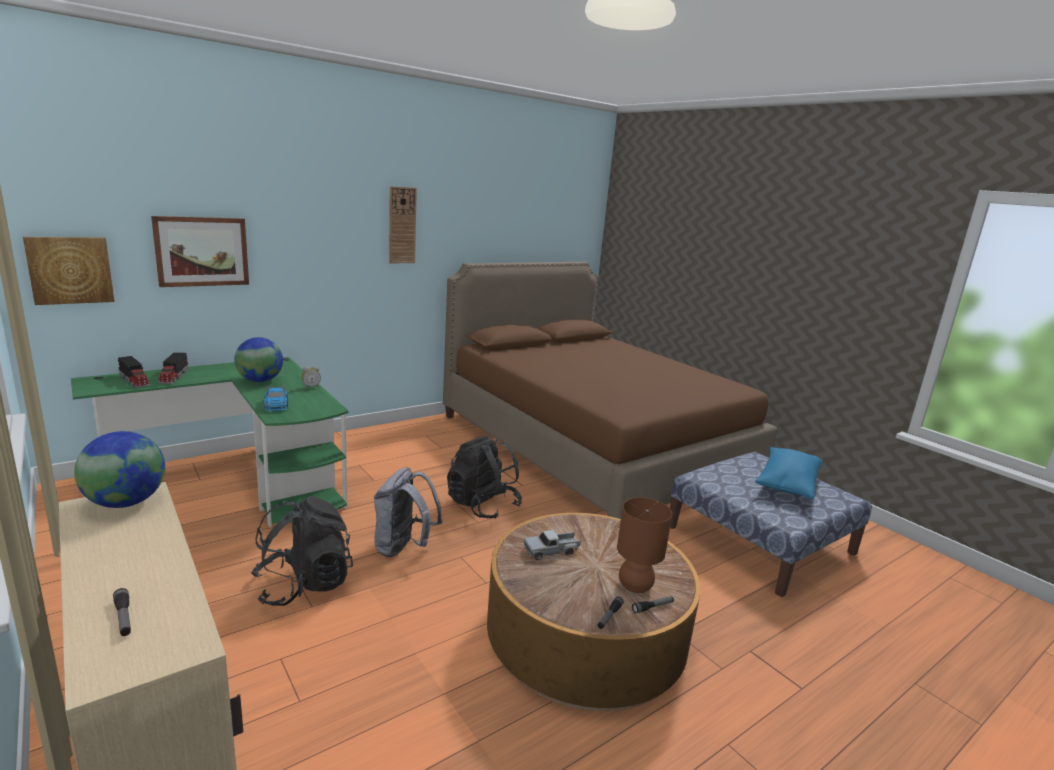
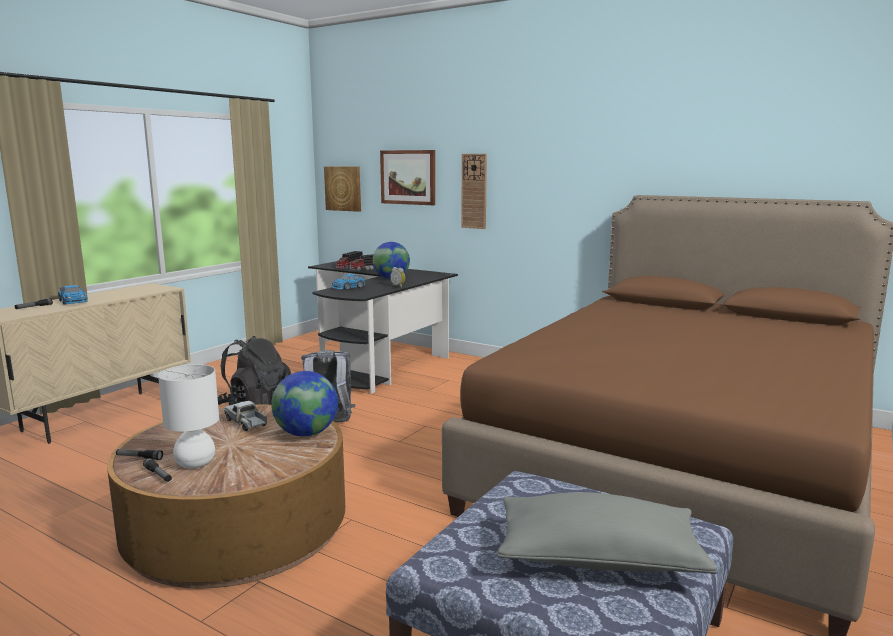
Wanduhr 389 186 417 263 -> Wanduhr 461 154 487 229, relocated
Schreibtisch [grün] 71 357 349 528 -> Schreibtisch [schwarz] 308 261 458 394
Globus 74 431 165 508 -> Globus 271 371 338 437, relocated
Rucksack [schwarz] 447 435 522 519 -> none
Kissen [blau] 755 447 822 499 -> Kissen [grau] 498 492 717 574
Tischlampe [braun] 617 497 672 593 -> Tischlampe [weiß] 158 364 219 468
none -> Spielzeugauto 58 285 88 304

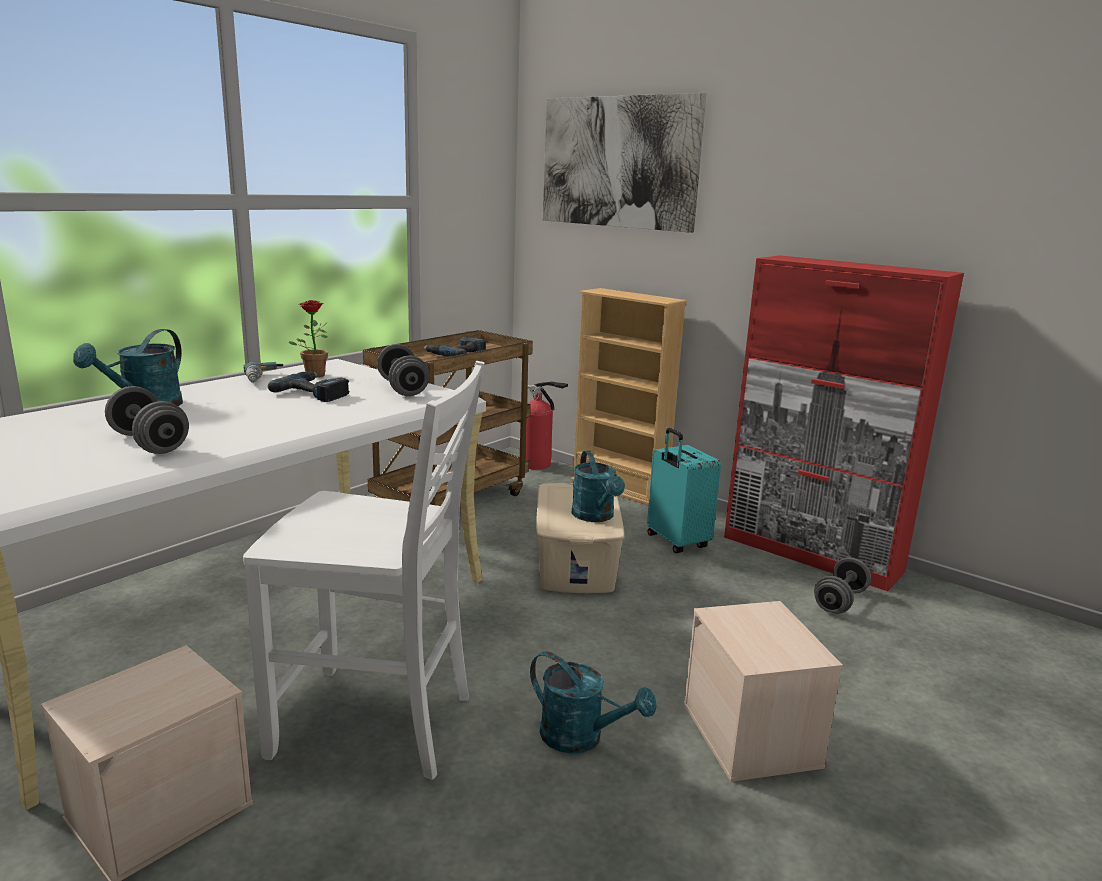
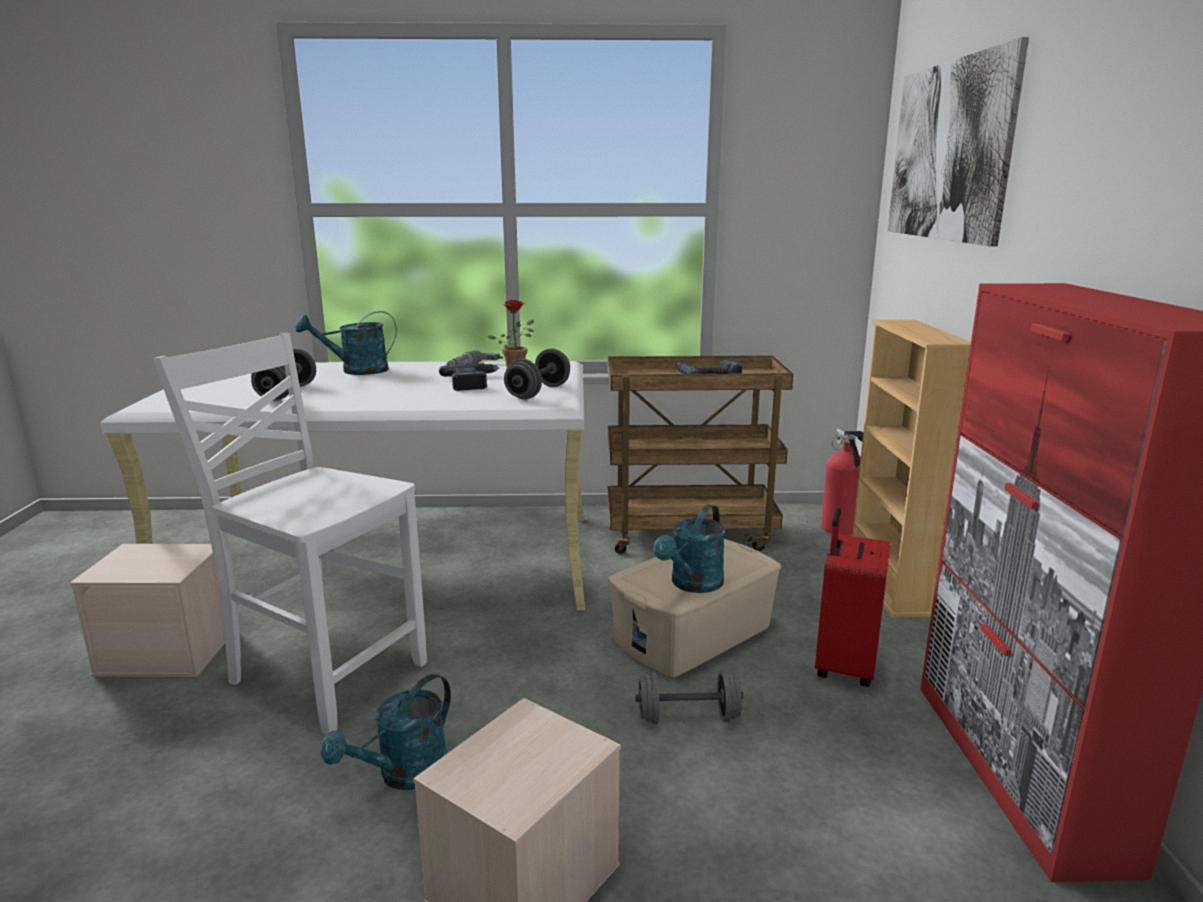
Stuhl [weiß] 243 361 484 780 -> Stuhl [weiß] 153 333 427 735, 150 degrees clockwise
Koffer [türkis] 647 428 721 553 -> Koffer [rot] 815 508 891 687
Hantel [grau] 814 557 871 614 -> Hantel [grau] 635 670 743 724, relocated
Gießkanne [türkis] 530 651 657 754 -> Gießkanne [türkis] 321 674 451 790, 45 degrees clockwise

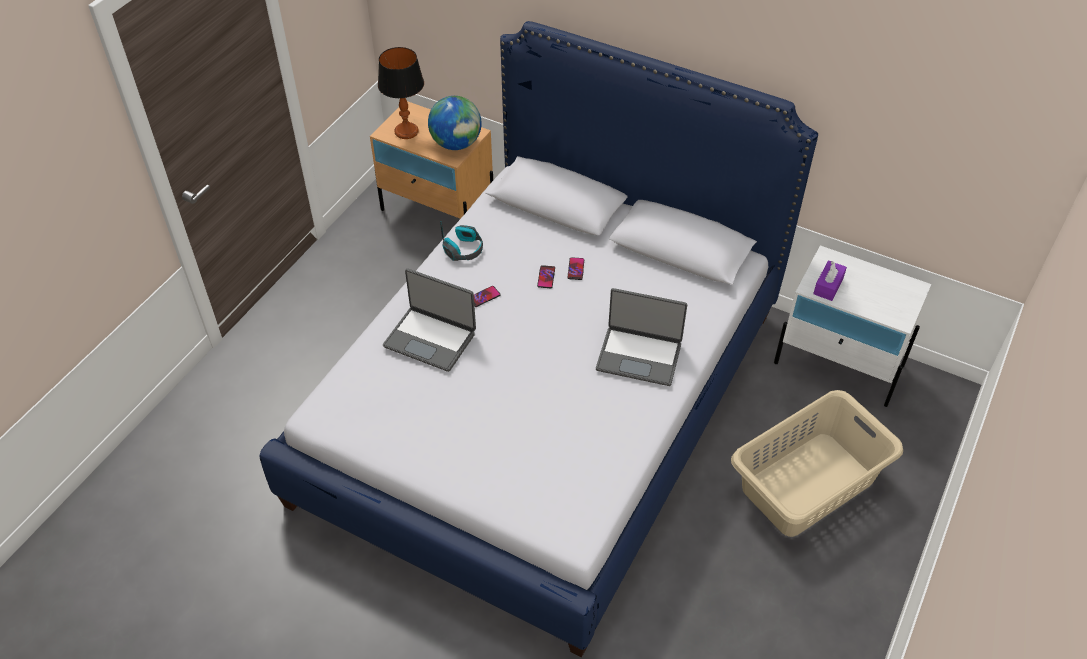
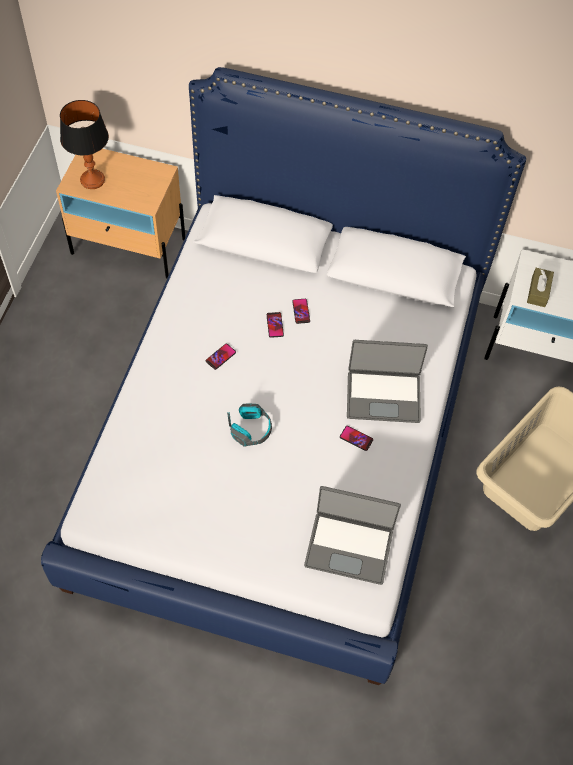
Globus 428 96 482 150 -> none
Kopfhörer 440 221 483 261 -> Kopfhörer 227 404 272 447, relocated
Taschentuchbox [lila] 813 260 847 301 -> Taschentuchbox [braun] 527 268 554 307
Laptop 383 268 476 372 -> Laptop 304 486 401 585, relocated
none -> Handy 340 426 373 451

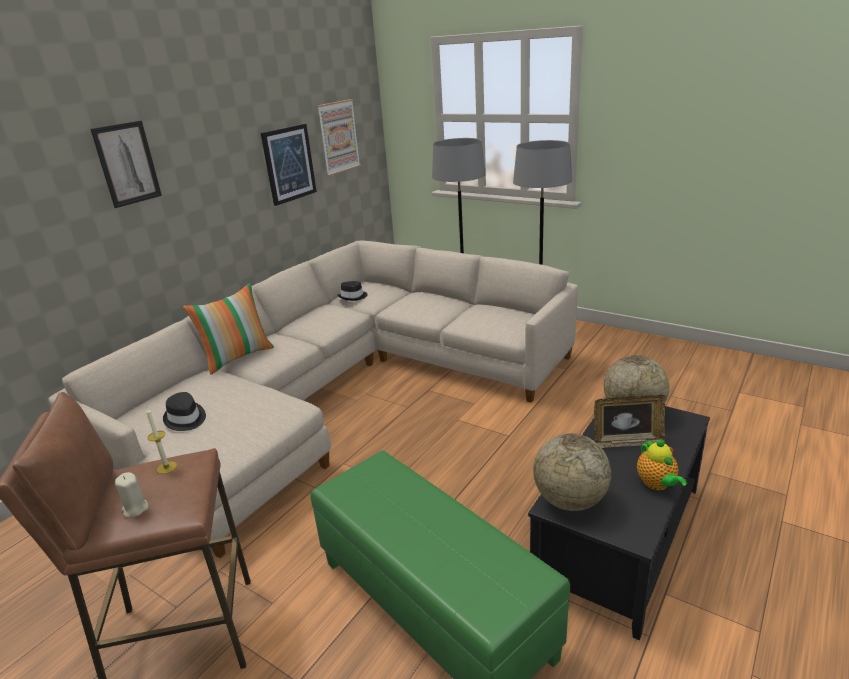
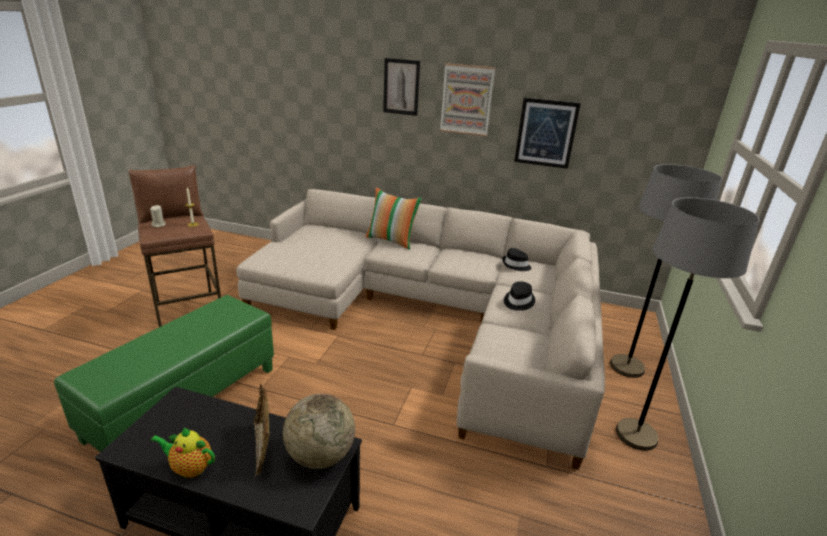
Bild 317 99 361 176 -> Bild 440 63 495 136, relocated
Hut [schwarz] 163 392 206 431 -> Hut [schwarz] 504 281 535 311, relocated
Globus 533 433 611 511 -> none
Teekanne 637 439 688 490 -> Teekanne 151 427 215 478, 45 degrees clockwise

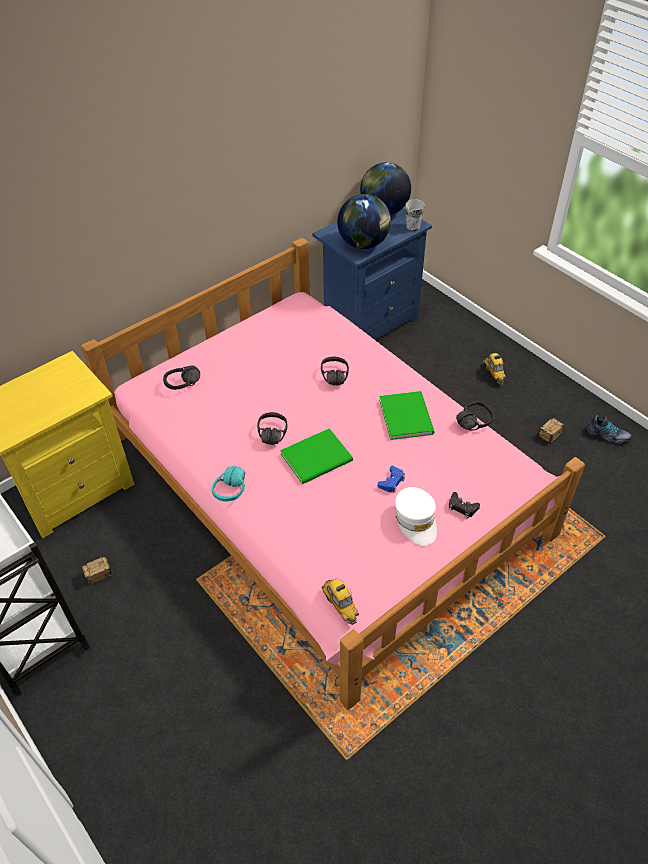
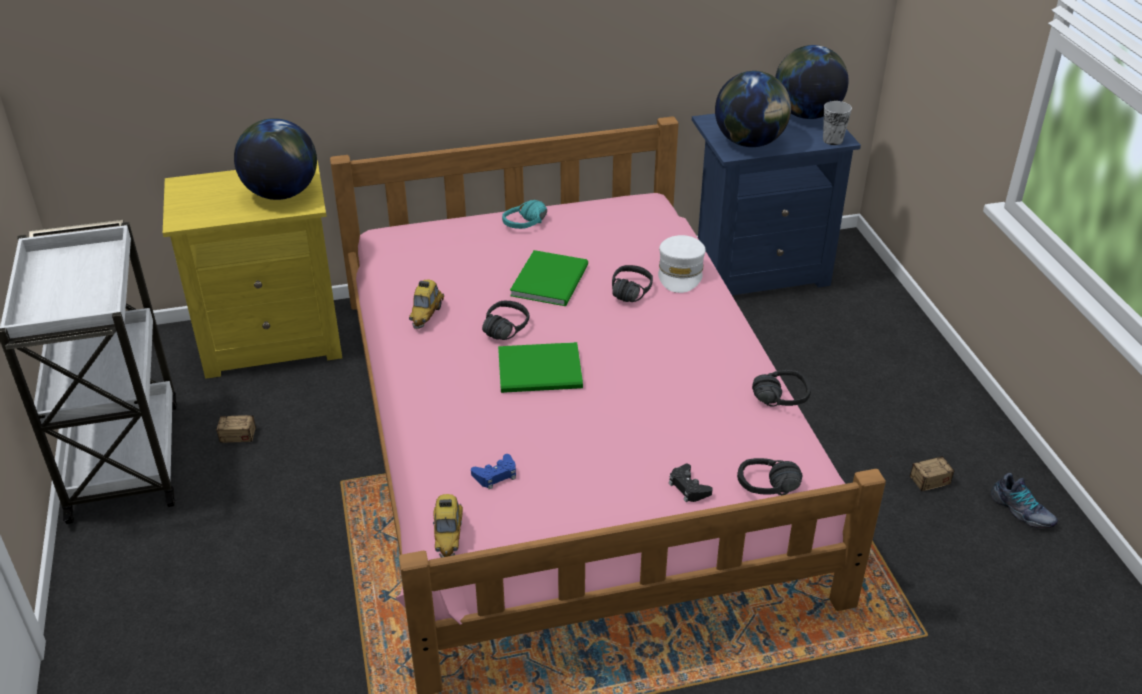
Spielzeugauto 483 353 506 384 -> Spielzeugauto 409 280 444 329, relocated
Kopfhörer [schwarz] 163 365 200 390 -> Kopfhörer [schwarz] 737 458 803 495, relocated
Buch [grün] 379 391 434 440 -> Buch [grün] 510 250 588 306, relocated
Kopfhörer [türkis] 211 466 245 502 -> Kopfhörer [türkis] 502 200 547 229, relocated
Gamepad [blau] 378 466 405 493 -> Gamepad [blau] 471 454 516 489, relocated
Kappe [weiß] 395 487 437 546 -> Kappe [weiß] 658 235 706 293, relocated
none -> Globus 234 118 317 200

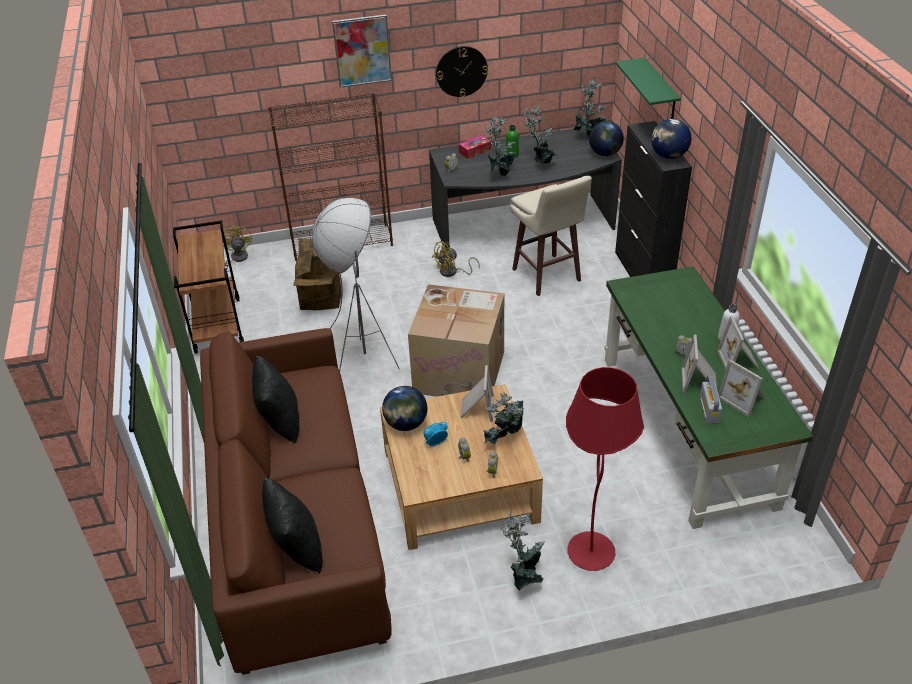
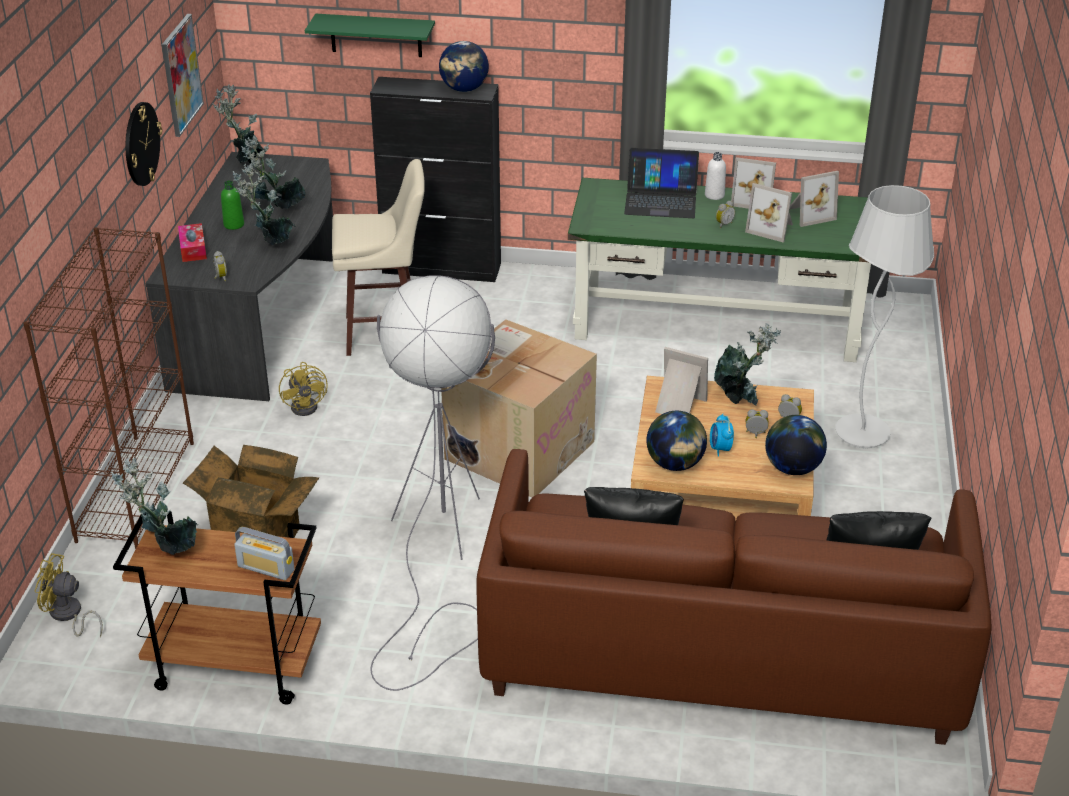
Bild 332 14 392 88 -> Bild 162 14 204 137, relocated
Globus 589 121 624 156 -> Globus 765 415 827 475, relocated
Stehlampe [rot] 566 367 644 571 -> Stehlampe [weiß] 835 185 934 448
Radio 700 376 722 424 -> Radio 234 527 294 580, relocated
Topfpflanze 501 512 545 591 -> Topfpflanze 111 458 198 555, relocated
none -> Laptop 624 148 699 218

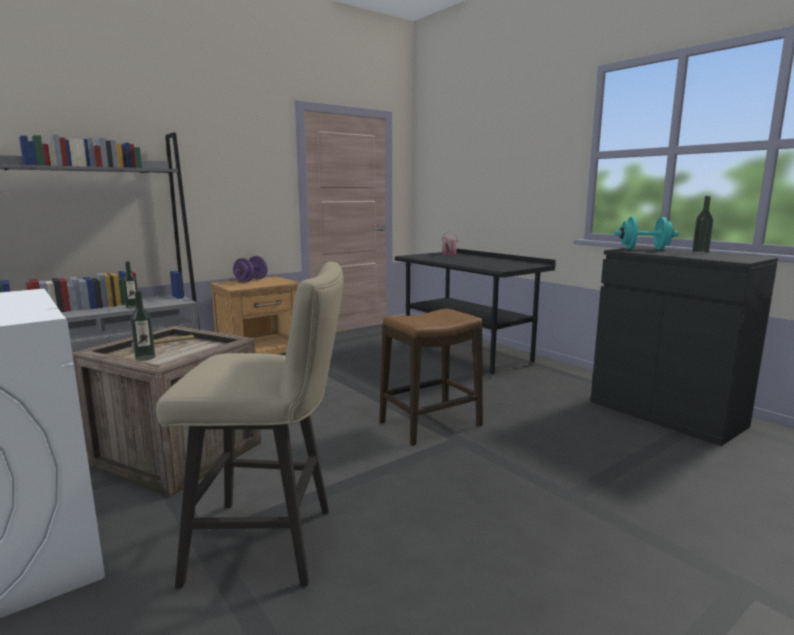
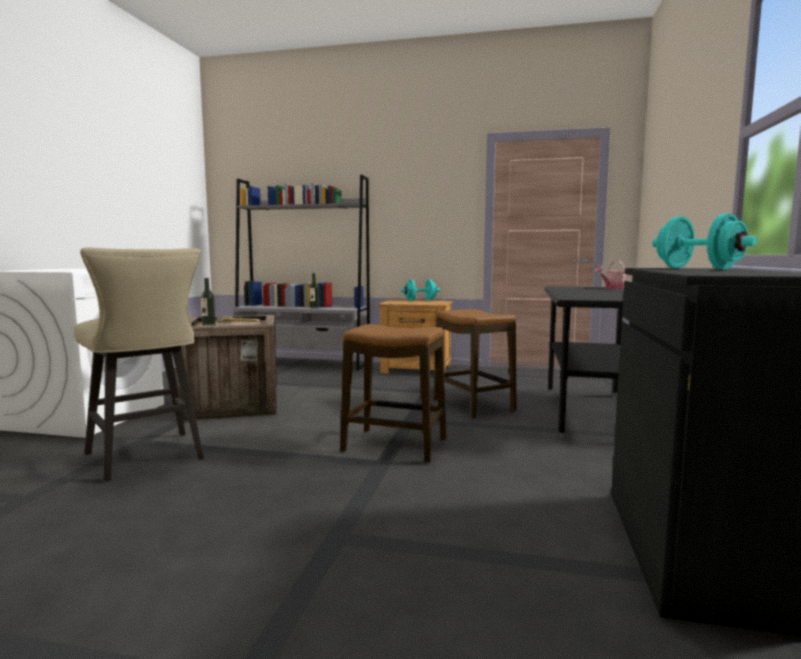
Flasche 692 196 714 254 -> none
Hantel [lila] 233 256 268 282 -> Hantel [türkis] 401 279 440 301
none -> Hocker 433 309 517 419

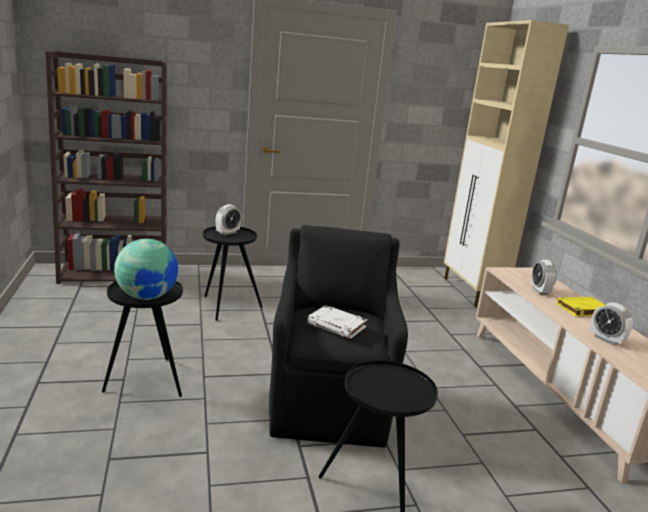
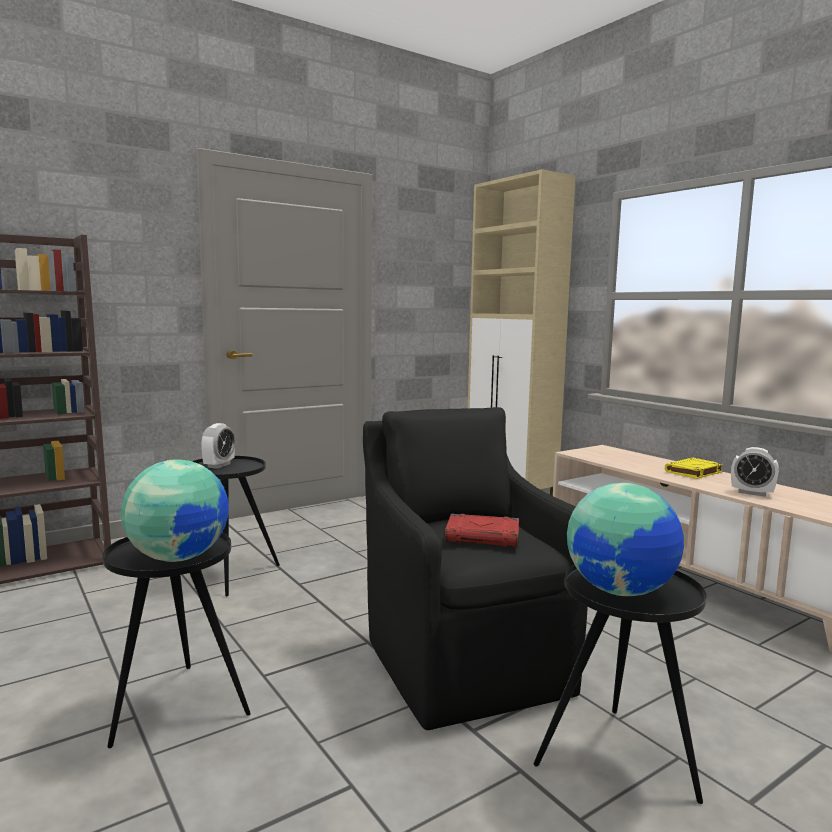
Wecker 531 260 557 295 -> none
Buch [weiß] 307 305 367 339 -> Buch [rot] 445 514 519 547
none -> Globus 567 483 684 596

